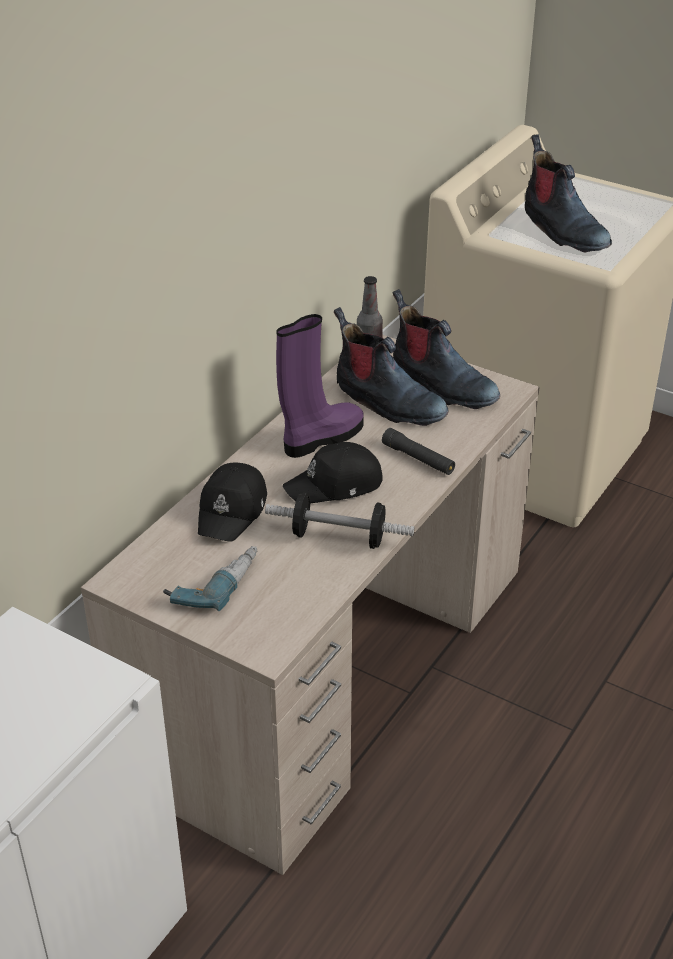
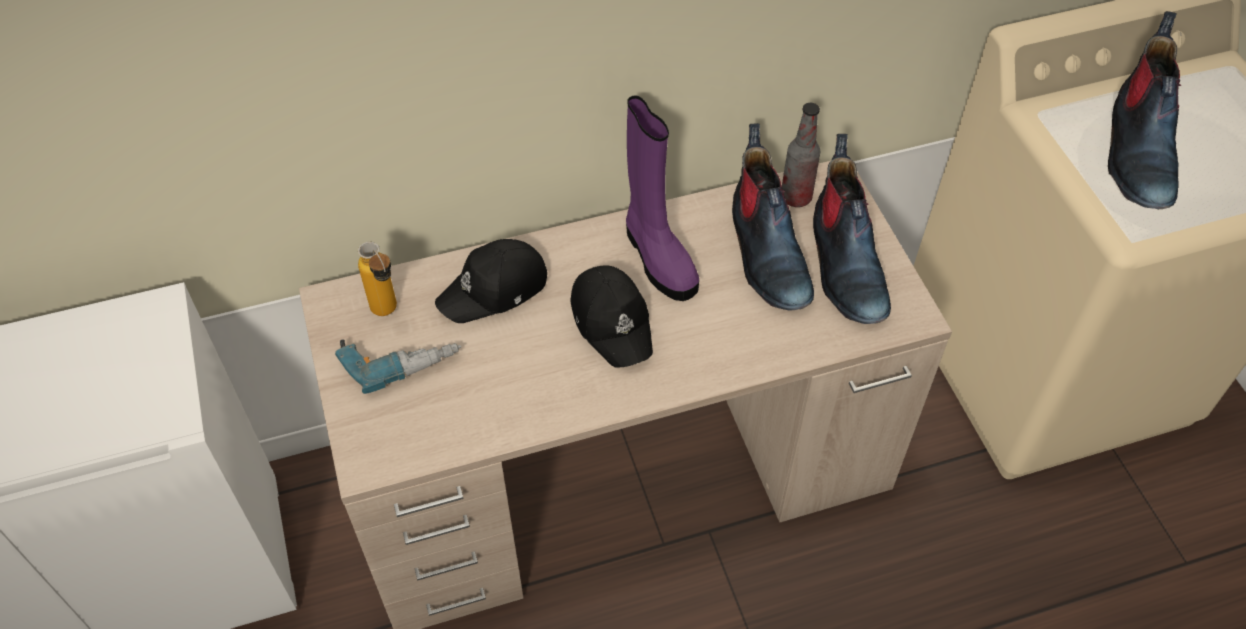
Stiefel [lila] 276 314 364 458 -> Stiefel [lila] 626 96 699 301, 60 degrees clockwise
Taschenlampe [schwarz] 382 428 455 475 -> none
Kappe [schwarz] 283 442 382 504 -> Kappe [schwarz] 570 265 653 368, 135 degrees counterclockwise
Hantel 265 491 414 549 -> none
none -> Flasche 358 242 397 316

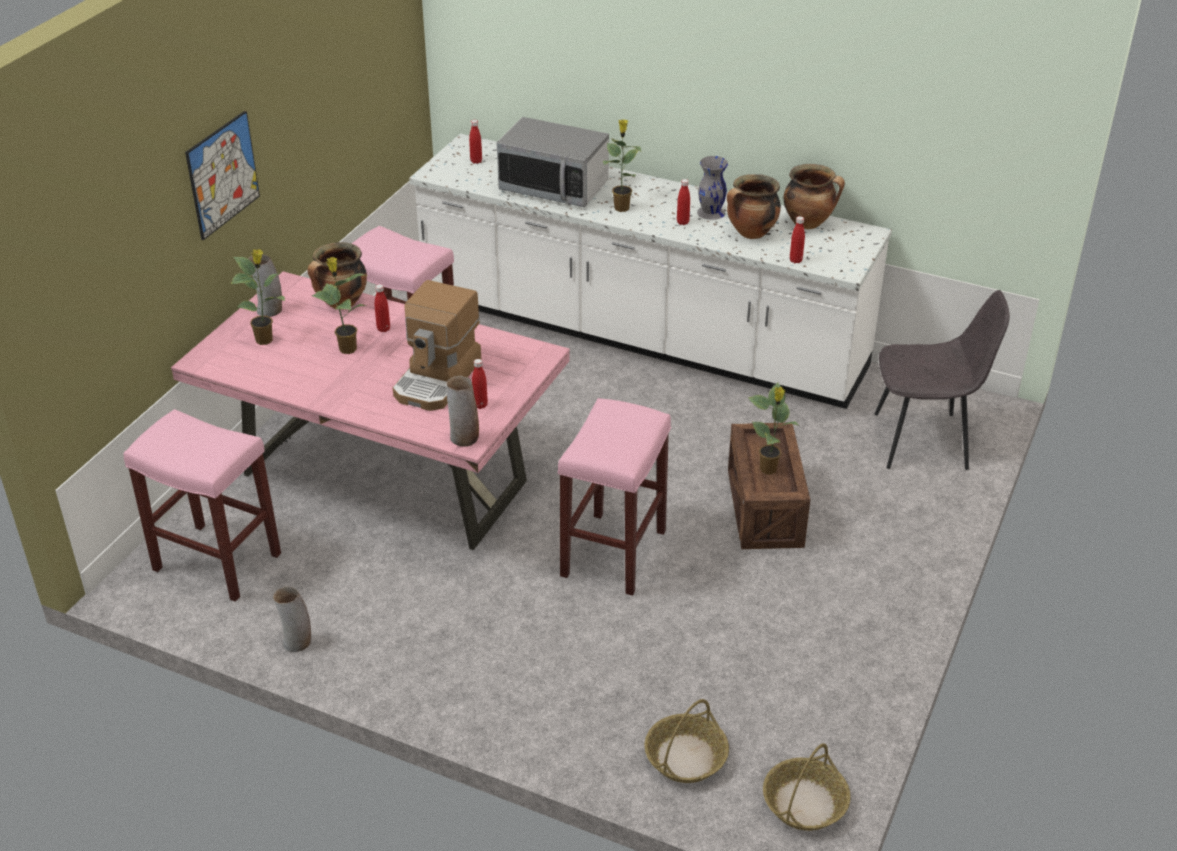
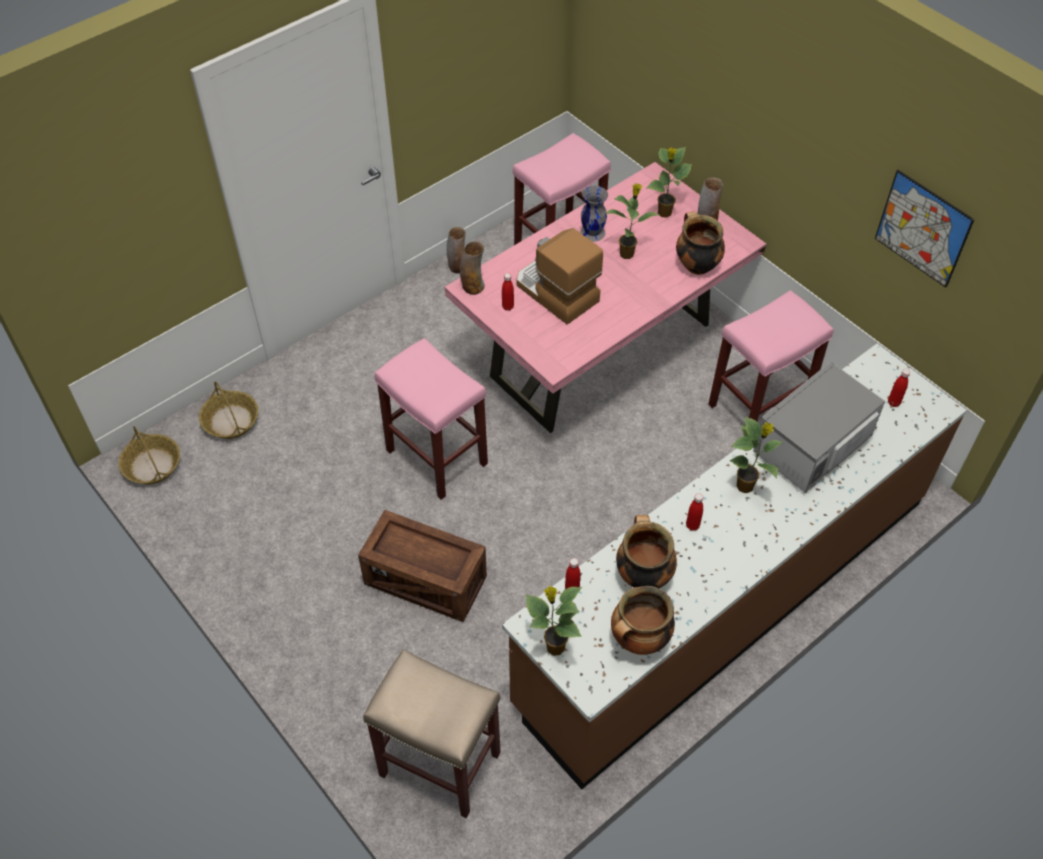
Bild 185 111 260 240 -> Bild 875 170 975 288, relocated
Küchenzeile [weiß] 409 134 892 409 -> Küchenzeile [braun] 502 344 967 790
Vase [grau] 697 156 728 220 -> Vase [grau] 580 186 608 242, relocated
Flasche [rot] 375 284 390 332 -> none
Stuhl [grau] 875 290 1010 470 -> Hocker [beige] 363 649 501 819
Topfpflanze 748 382 800 475 -> Topfpflanze 526 586 582 656, relocated

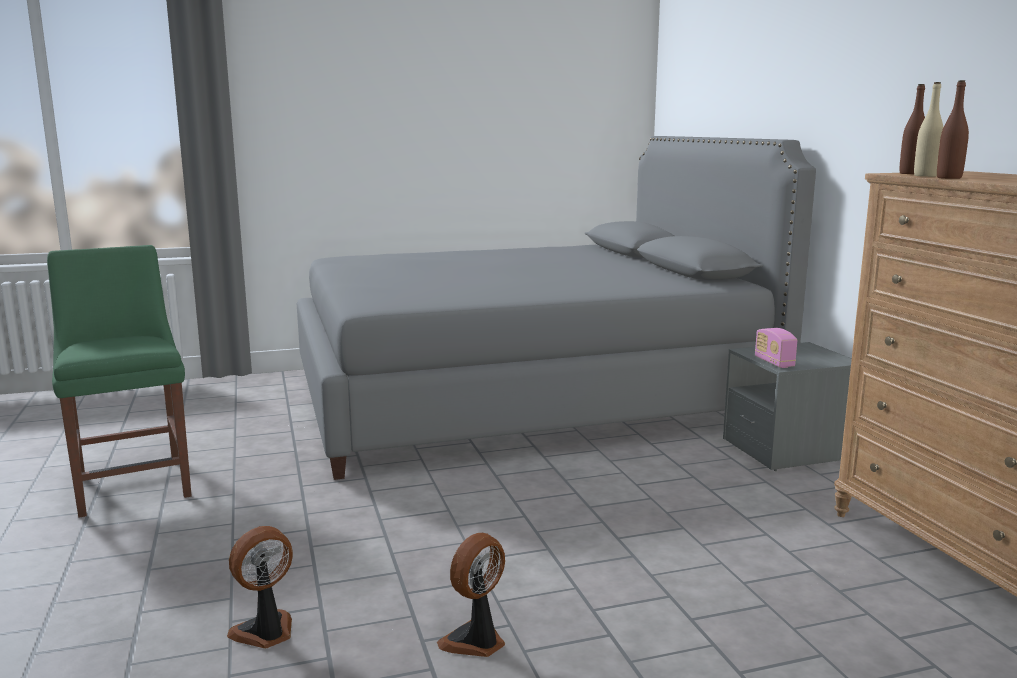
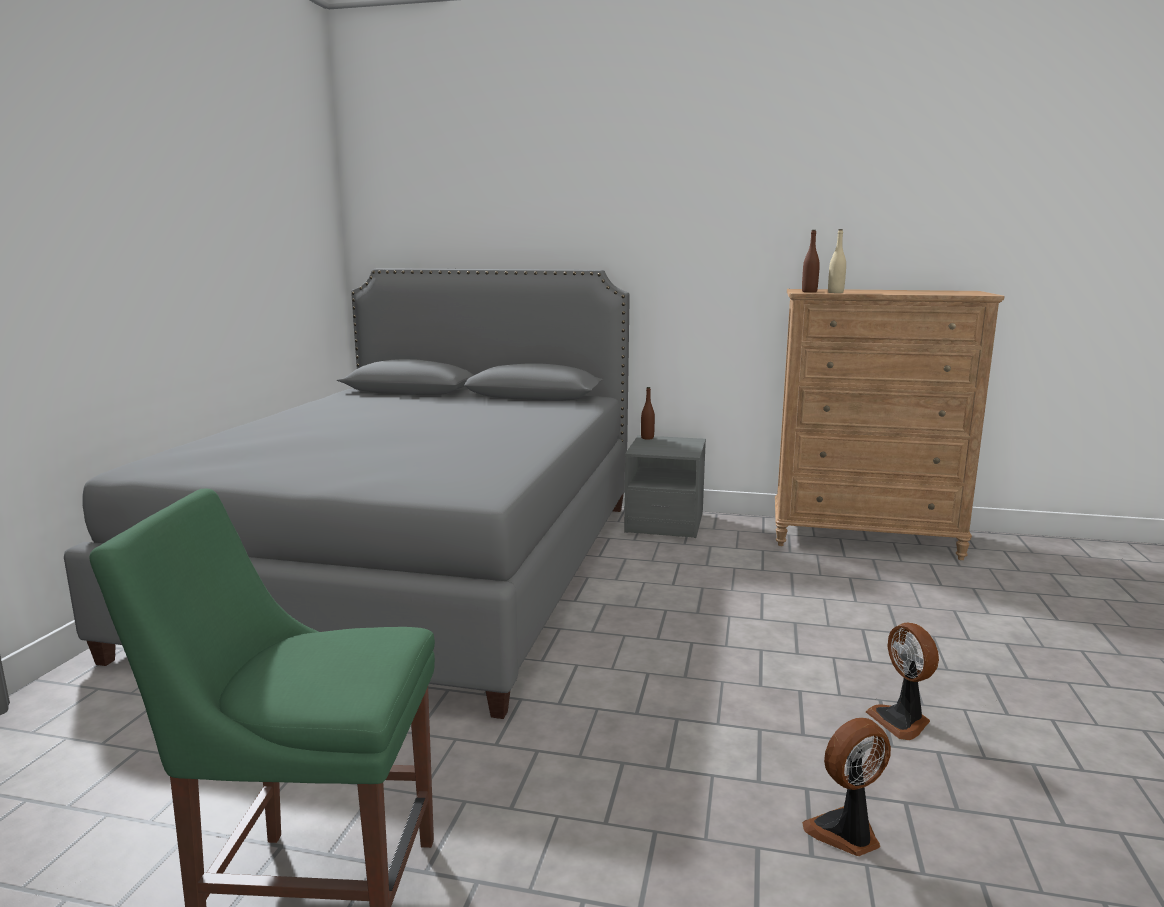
Flasche [braun] 937 80 969 179 -> Flasche [braun] 641 387 655 440, relocated
Radio 755 328 797 368 -> none
Ventilator 227 526 293 648 -> Ventilator 802 718 891 856, 75 degrees clockwise

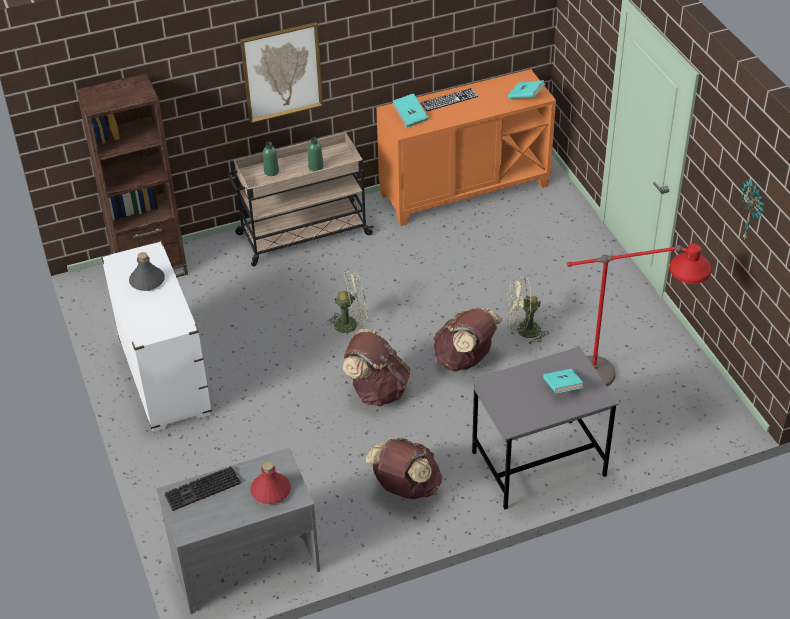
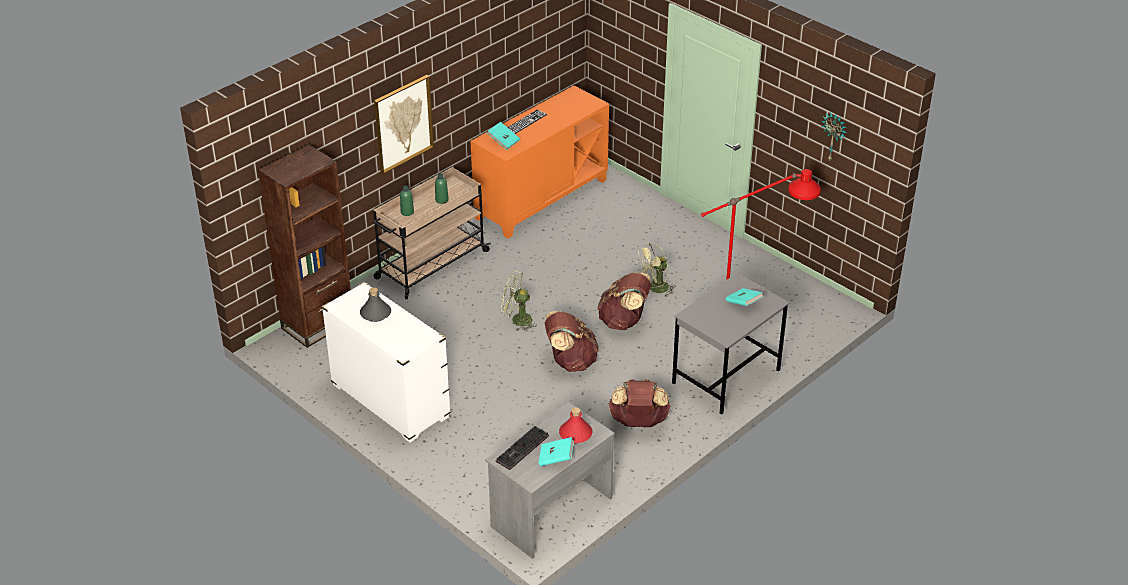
Buch [türkis] 508 80 545 99 -> Buch [türkis] 539 437 574 466, relocated
Ventilator [grün] 326 270 368 335 -> Ventilator [grün] 501 271 537 331, 135 degrees counterclockwise

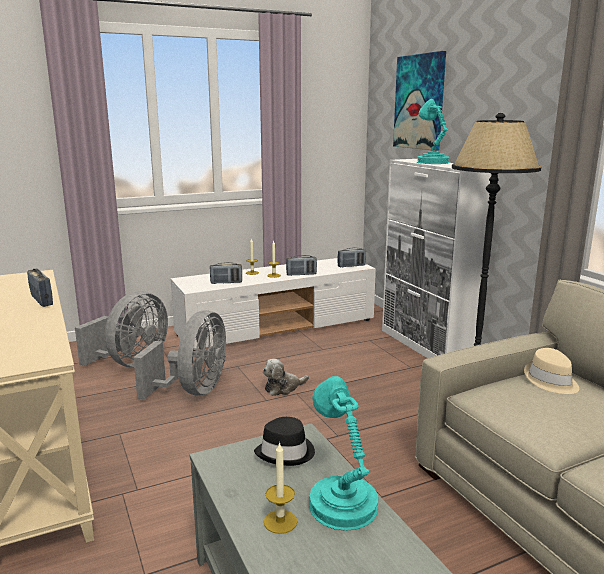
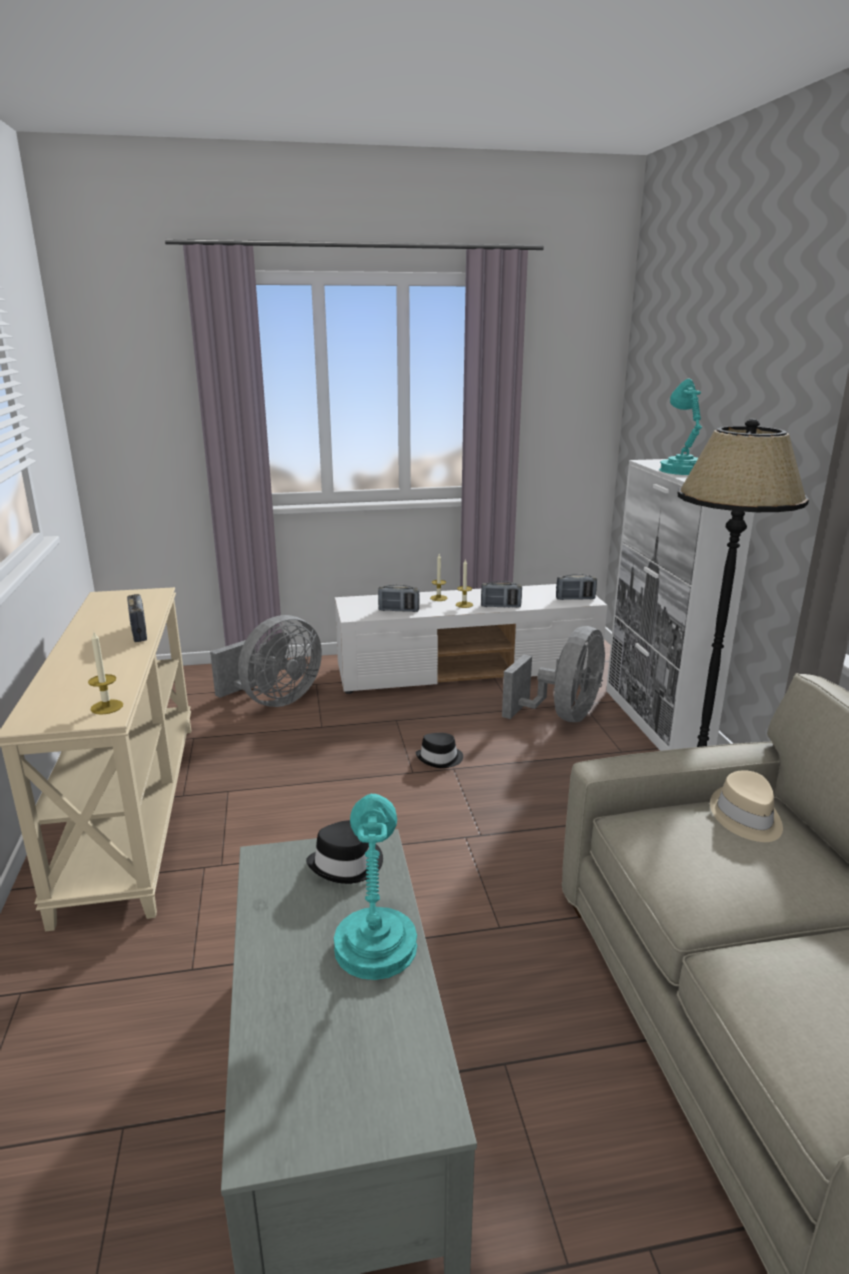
Bild 393 51 446 151 -> none
Ventilator [grau] 133 310 226 400 -> Ventilator [grau] 502 626 605 722, relocated
Plüschtier 263 359 309 396 -> Hut [schwarz] 415 733 463 768
Kerze 264 442 297 534 -> Kerze 88 632 123 715, relocated

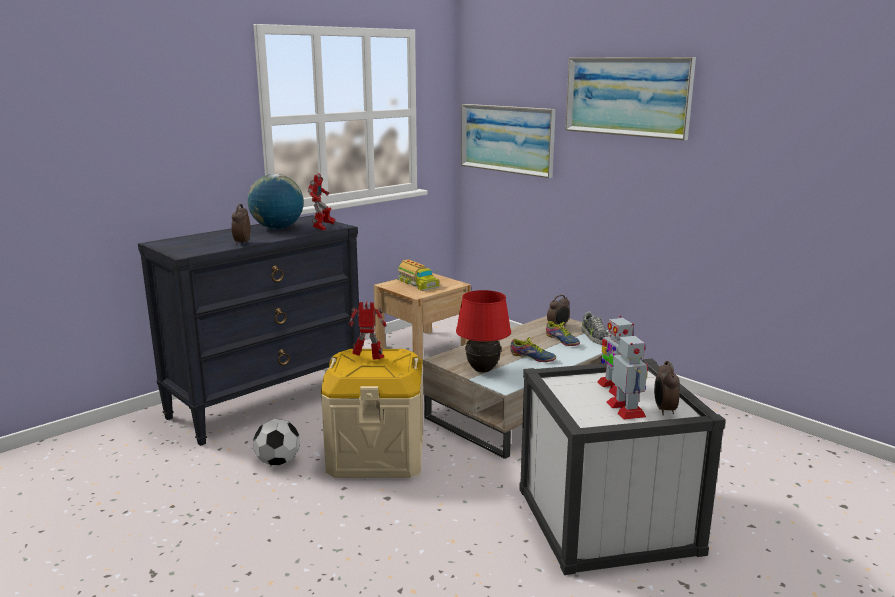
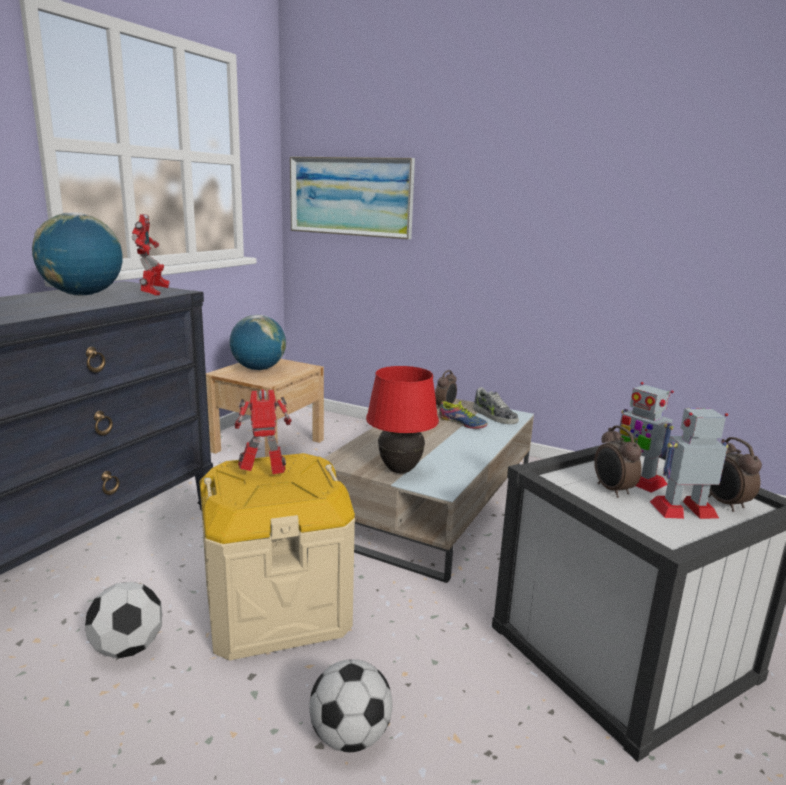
Bild 565 57 696 140 -> none
Wecker 232 204 251 245 -> Wecker 594 426 642 498, relocated
Spielzeuglaster 397 260 439 291 -> Globus 230 315 286 370
Spielzeugroboter 607 334 648 420 -> Spielzeugroboter 650 408 729 519, 60 degrees counterclockwise
Schuh 510 338 556 362 -> none
none -> Fußball 309 659 393 752

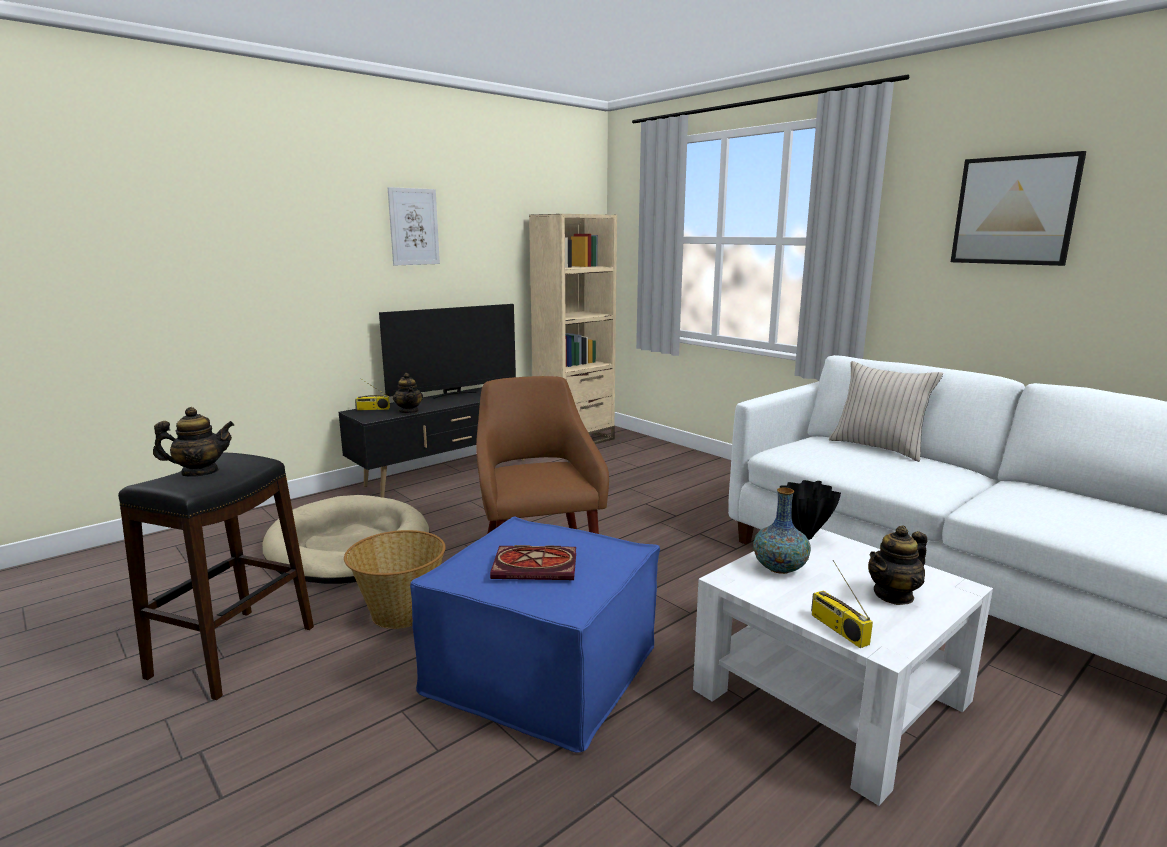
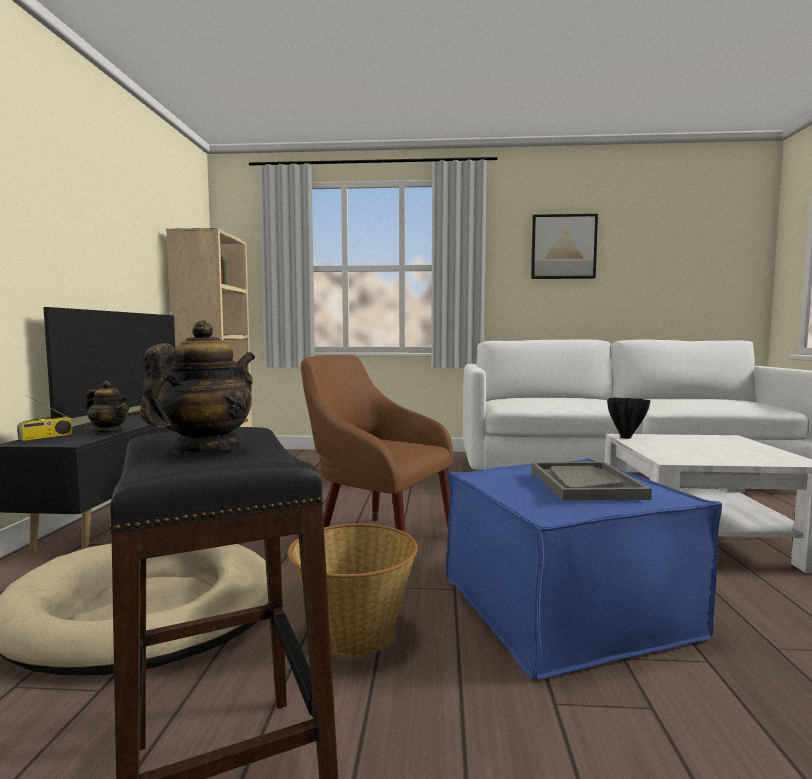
Bild 388 187 440 266 -> none
Kissen [beige] 829 361 943 462 -> none
Vase 753 487 811 574 -> none
Teekanne 868 525 927 605 -> none
Buch 490 545 576 580 -> Tablett [grau] 531 462 652 501
Radio 811 560 873 648 -> none

